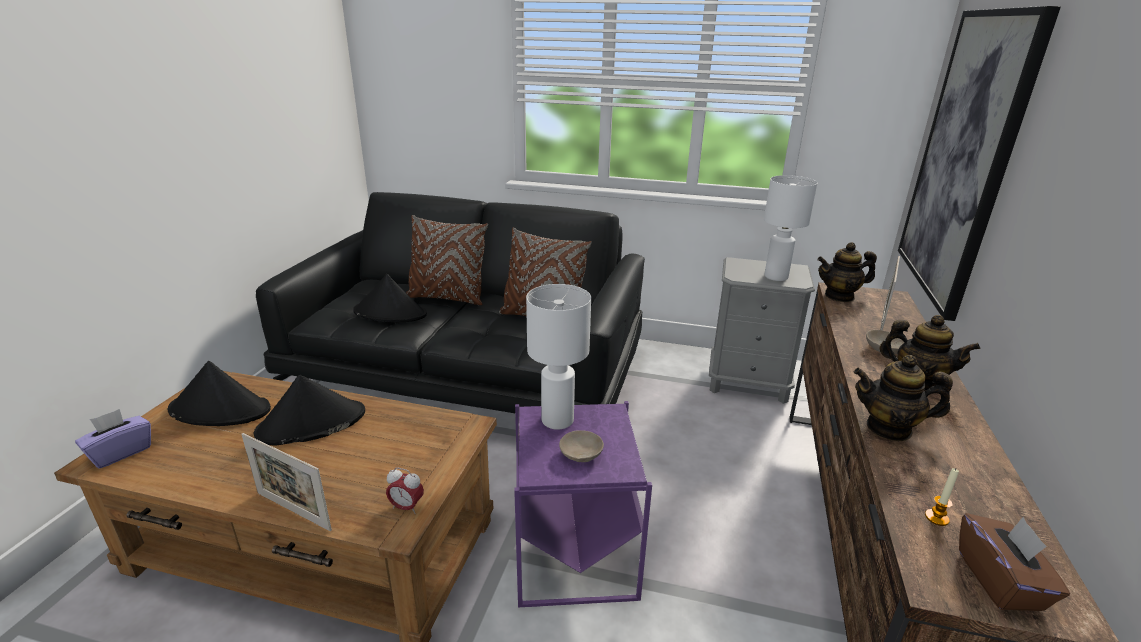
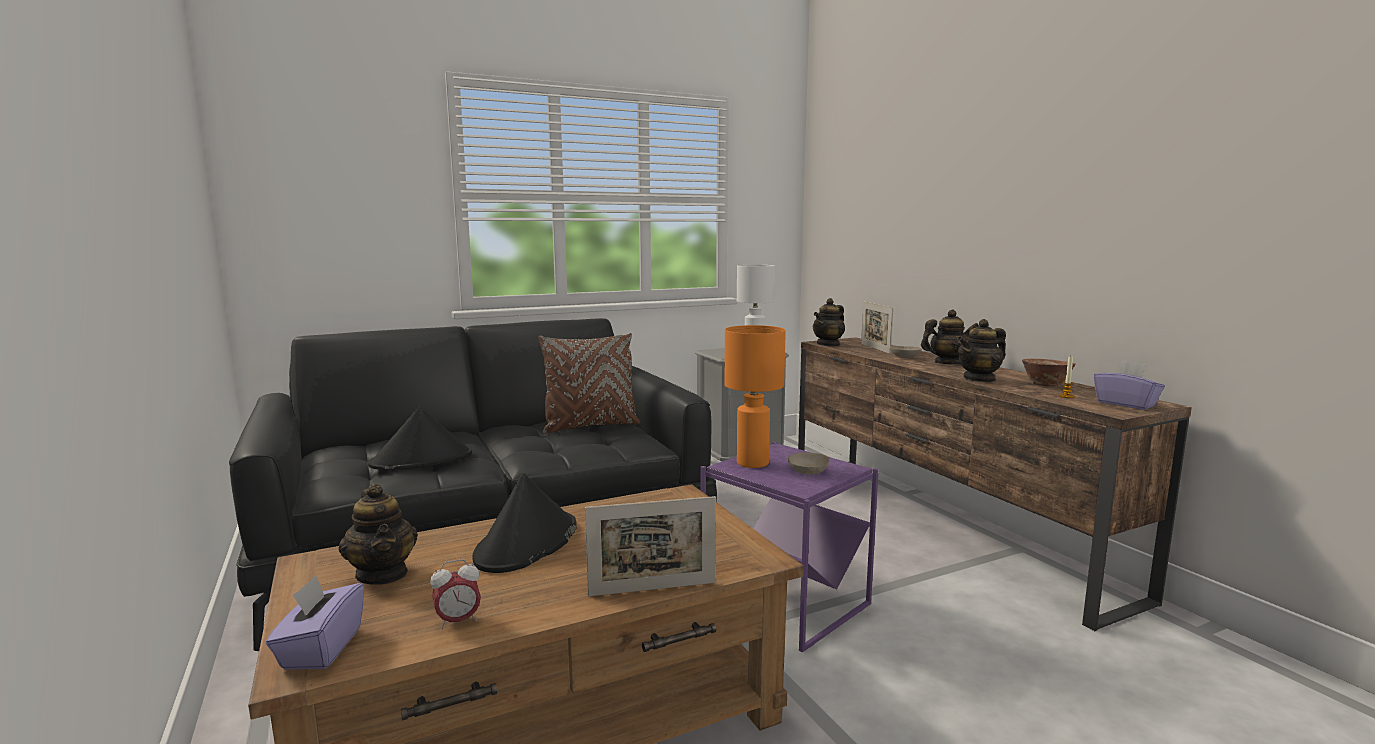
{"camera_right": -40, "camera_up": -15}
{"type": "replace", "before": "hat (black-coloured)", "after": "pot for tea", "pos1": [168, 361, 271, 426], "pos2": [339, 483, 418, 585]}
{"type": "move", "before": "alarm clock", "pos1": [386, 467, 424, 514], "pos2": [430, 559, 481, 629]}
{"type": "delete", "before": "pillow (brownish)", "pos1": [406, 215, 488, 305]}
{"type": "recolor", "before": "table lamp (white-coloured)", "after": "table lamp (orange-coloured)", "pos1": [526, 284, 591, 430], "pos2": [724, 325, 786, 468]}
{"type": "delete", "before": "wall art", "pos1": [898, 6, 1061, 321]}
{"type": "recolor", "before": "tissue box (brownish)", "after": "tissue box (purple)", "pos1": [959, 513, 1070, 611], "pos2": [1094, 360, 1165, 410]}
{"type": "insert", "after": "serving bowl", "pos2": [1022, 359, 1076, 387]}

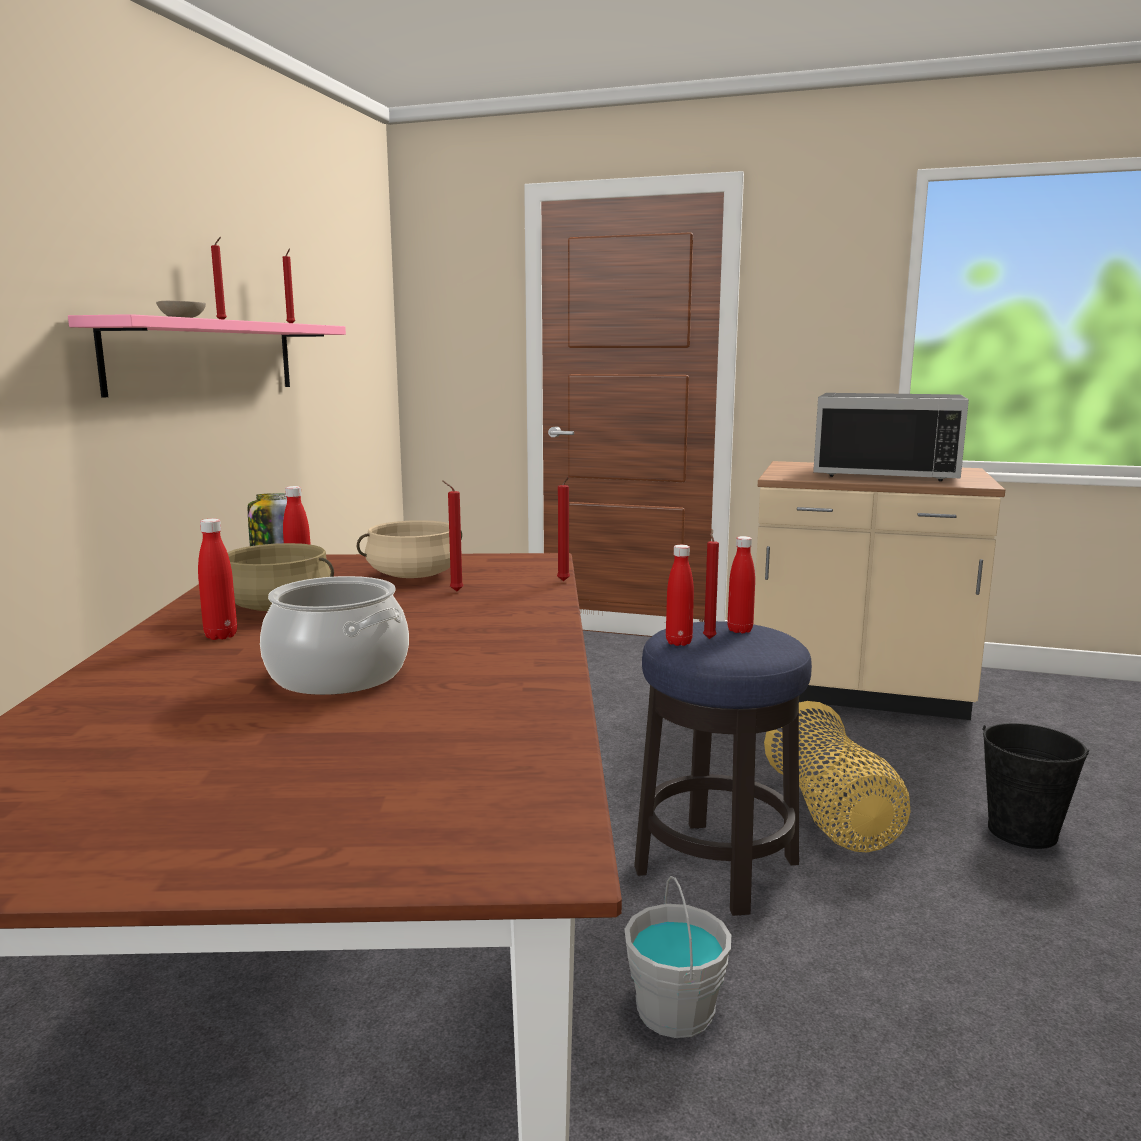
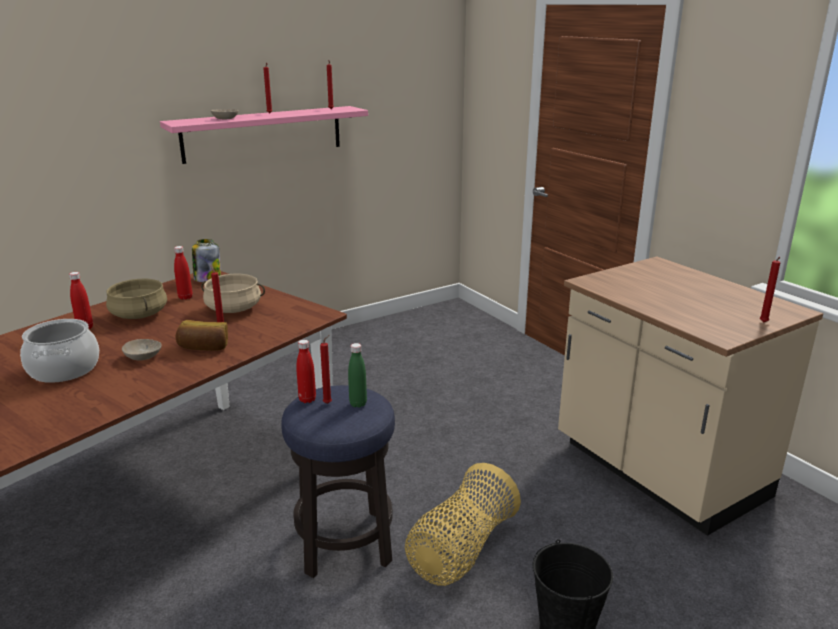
{"camera_right": 40, "camera_up": 10}
{"type": "move", "before": "wax candle (red)", "pos1": [557, 476, 570, 581], "pos2": [759, 257, 781, 323]}
{"type": "delete", "before": "water bucket (gray)", "pos1": [625, 876, 731, 1038]}
{"type": "recolor", "before": "drink bottle (red)", "after": "drink bottle (green)", "pos1": [727, 536, 755, 633], "pos2": [348, 343, 367, 408]}
{"type": "delete", "before": "microwave oven (black-coloured)", "pos1": [813, 393, 969, 481]}
{"type": "insert", "after": "serving bowl (beige-coloured)", "pos2": [122, 339, 162, 361]}
{"type": "insert", "after": "baked bread", "pos2": [176, 320, 228, 351]}

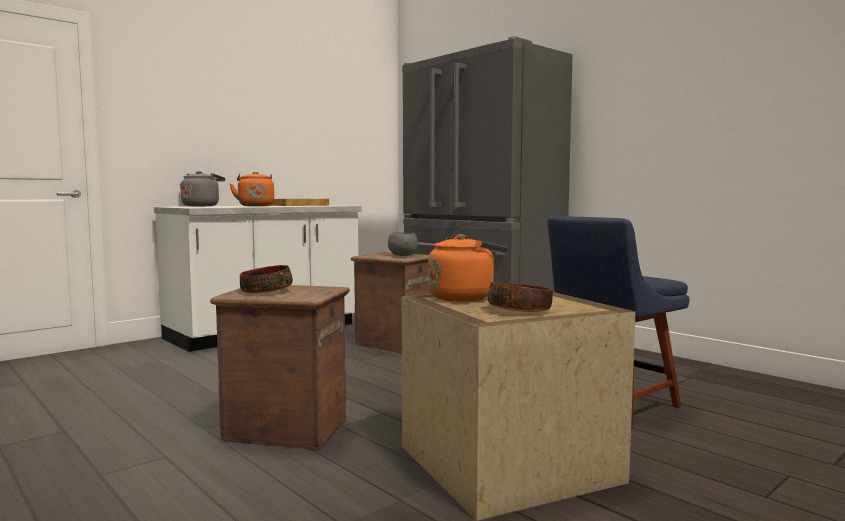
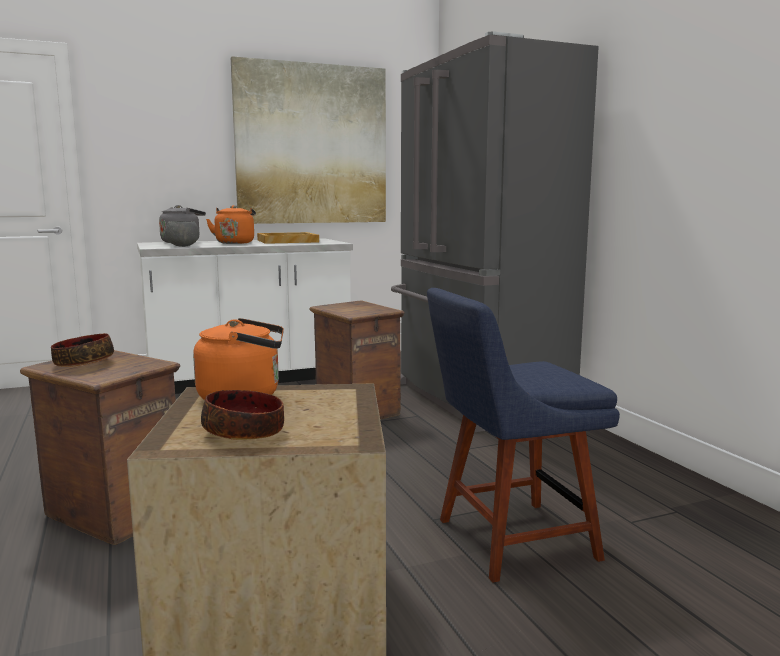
{"camera_right": 20, "camera_up": 5}
{"type": "move", "before": "serving bowl (gray)", "pos1": [388, 233, 418, 256], "pos2": [165, 221, 199, 247]}
{"type": "insert", "after": "wall art", "pos2": [231, 56, 386, 224]}

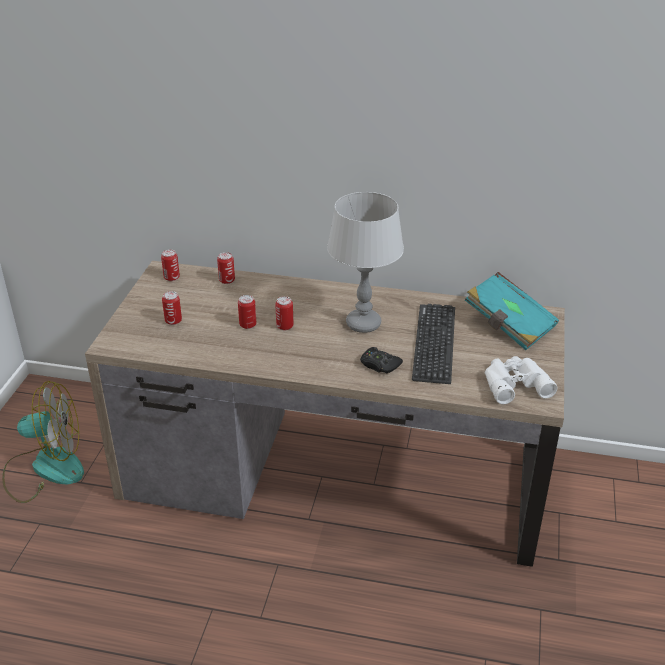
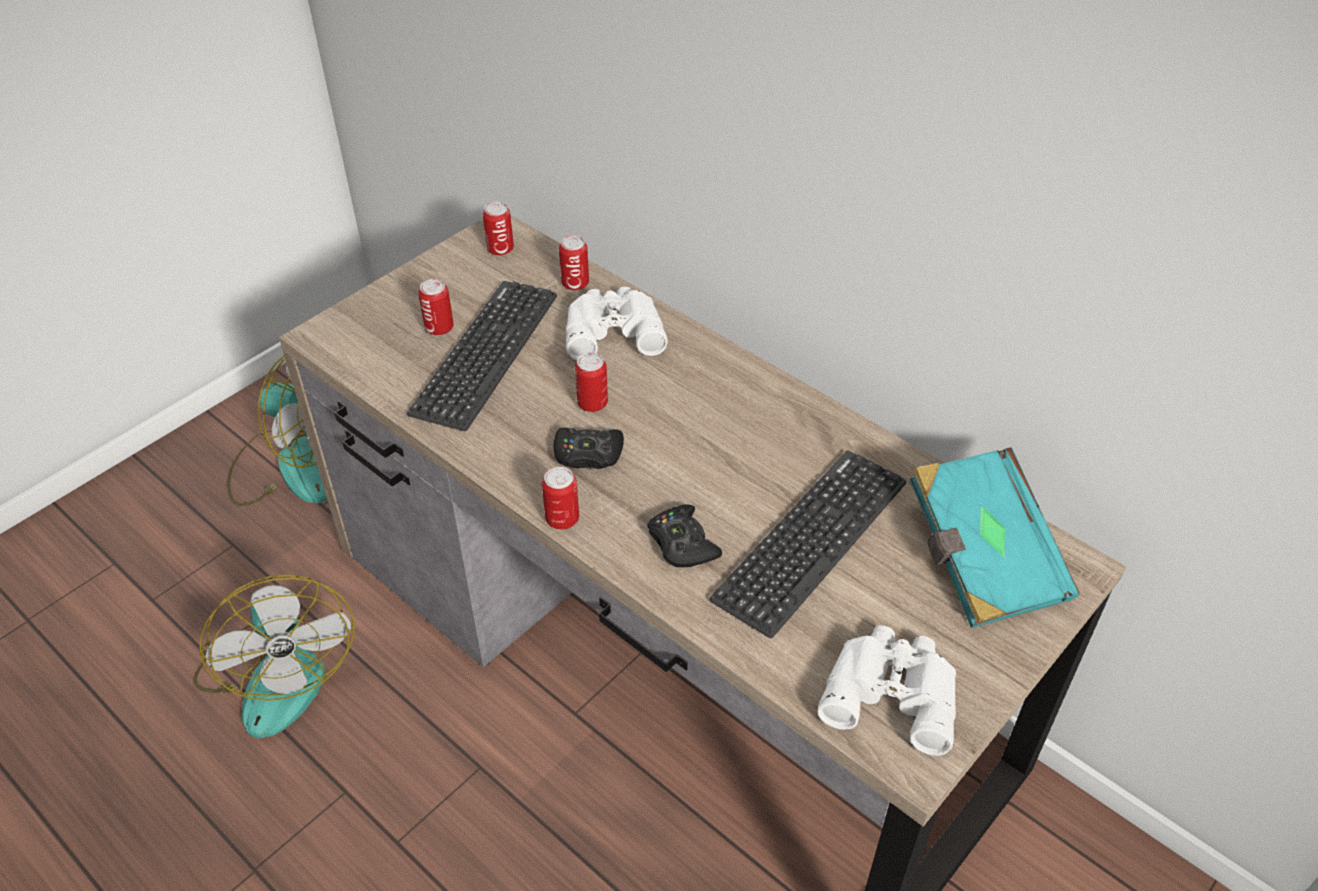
{"camera_right": 30, "camera_up": 10}
{"type": "move", "before": "sealed can", "pos1": [238, 295, 256, 329], "pos2": [542, 467, 579, 530]}
{"type": "delete", "before": "table lamp (gray)", "pos1": [327, 192, 404, 333]}
{"type": "insert", "after": "cooling fan", "pos2": [193, 575, 355, 738]}
{"type": "insert", "after": "keyboard", "pos2": [407, 281, 557, 431]}
{"type": "insert", "after": "game controller (black-coloured)", "pos2": [554, 427, 624, 469]}
{"type": "insert", "after": "pair of binoculars (white-coloured)", "pos2": [566, 287, 668, 361]}

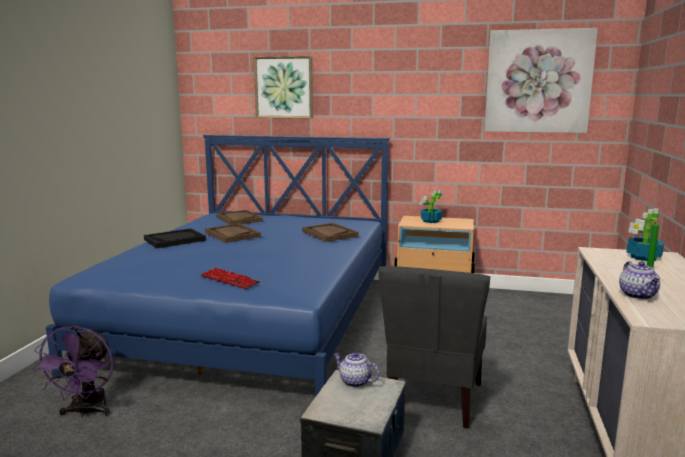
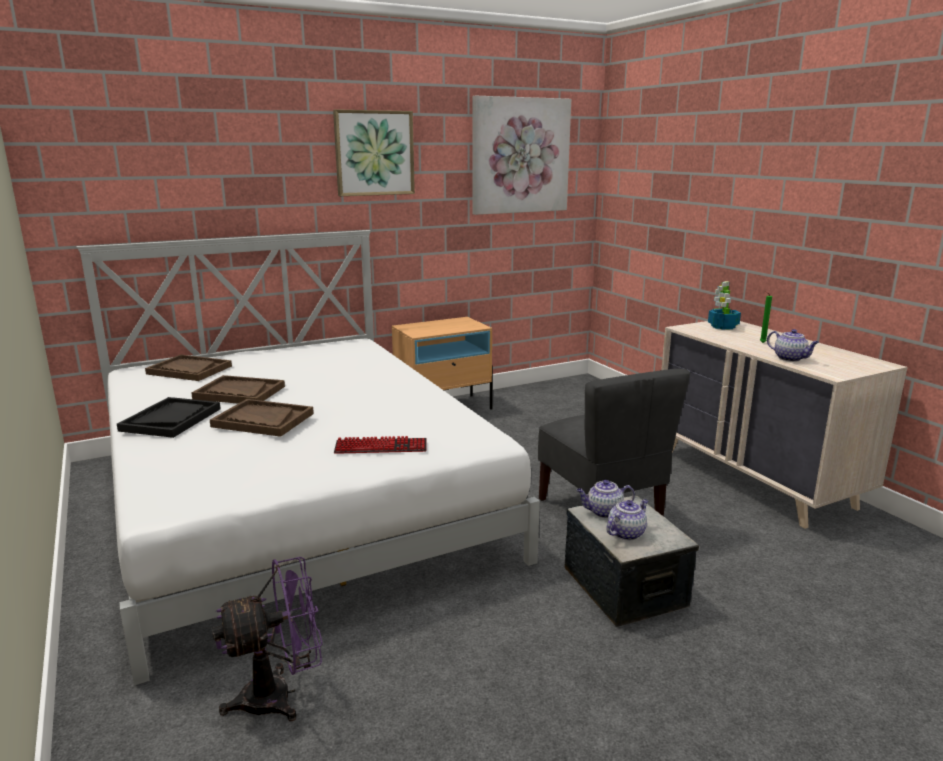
{"camera_right": -40, "camera_up": 5}
{"type": "rotate", "before": "cooling fan (purple)", "pos1": [32, 325, 114, 417], "pos2": [212, 557, 323, 721], "turn": -75}
{"type": "recolor", "before": "bed (blue-coloured)", "after": "bed (white-coloured)", "pos1": [46, 135, 390, 397], "pos2": [77, 230, 540, 685]}
{"type": "move", "before": "wall art", "pos1": [254, 56, 313, 119], "pos2": [333, 109, 415, 196]}
{"type": "move", "before": "serving tray (brownish)", "pos1": [302, 223, 359, 242], "pos2": [210, 399, 314, 437]}
{"type": "delete", "before": "potted plant", "pos1": [420, 190, 443, 223]}
{"type": "insert", "after": "pot for tea", "pos2": [606, 499, 648, 540]}

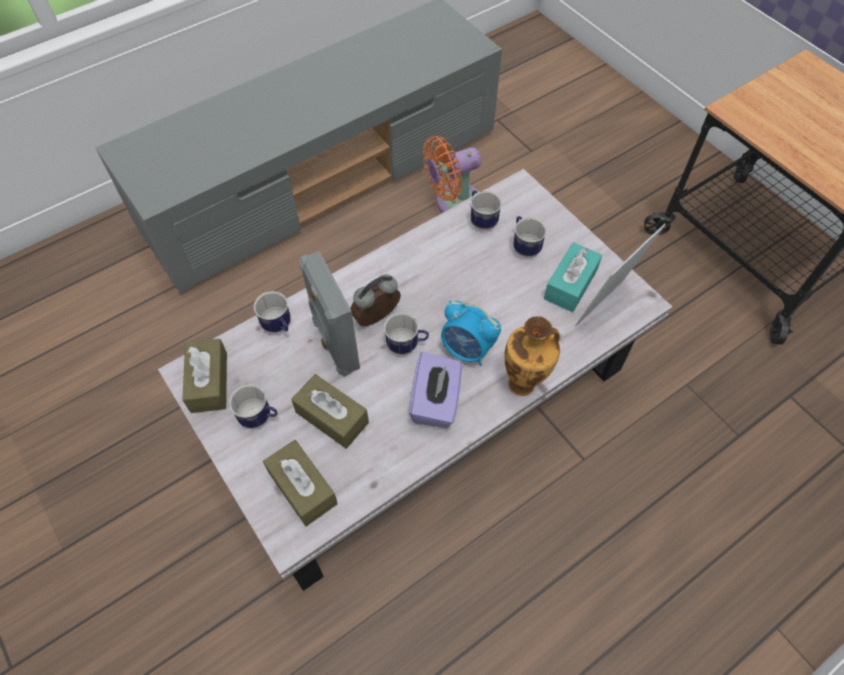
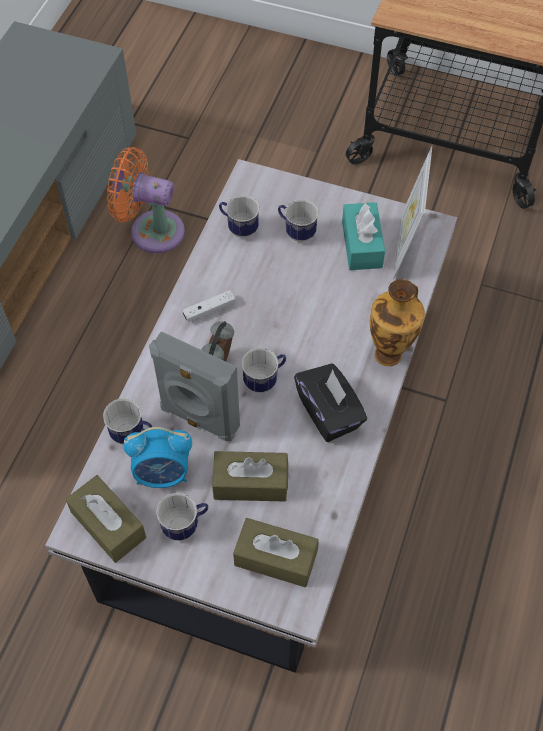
{"camera_right": -35, "camera_up": 0}
{"type": "recolor", "before": "tissue box (purple)", "after": "tissue box (black-coloured)", "pos1": [409, 352, 462, 428], "pos2": [294, 364, 367, 442]}
{"type": "rotate", "before": "cooling fan (orange-coloured)", "pos1": [423, 136, 481, 213], "pos2": [107, 147, 185, 253], "turn": 75}
{"type": "move", "before": "alarm clock", "pos1": [441, 301, 501, 366], "pos2": [123, 427, 192, 488]}
{"type": "insert", "after": "game controller (white-coloured)", "pos2": [182, 290, 236, 322]}

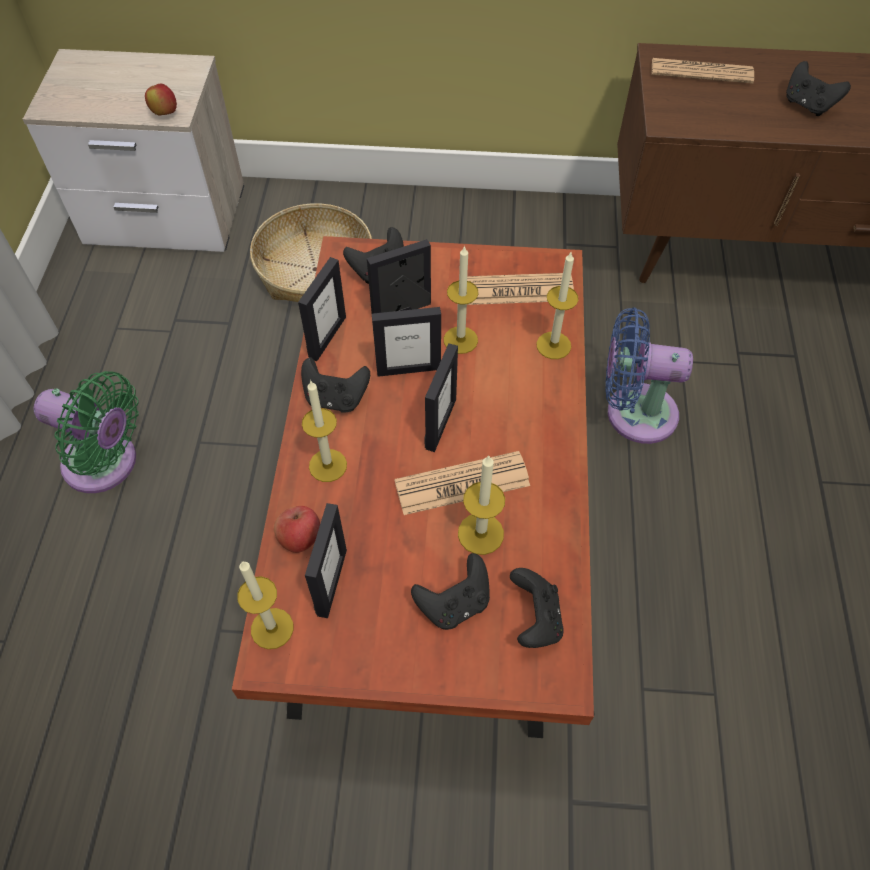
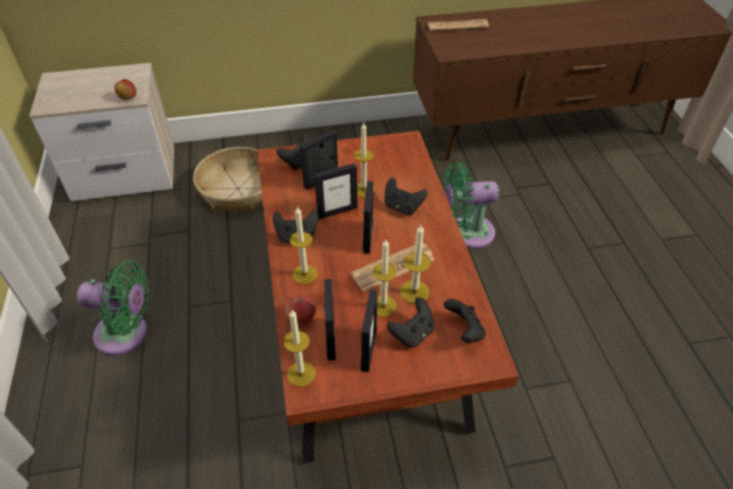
{"camera_right": -15, "camera_up": -10}
{"type": "move", "before": "picture frame", "pos1": [298, 257, 346, 361], "pos2": [361, 289, 377, 372]}
{"type": "delete", "before": "newspaper", "pos1": [467, 273, 574, 305]}
{"type": "move", "before": "wax candle", "pos1": [536, 252, 579, 359], "pos2": [373, 240, 397, 317]}
{"type": "recolor", "before": "cooling fan (blue-coloured)", "after": "cooling fan (green)", "pos1": [606, 307, 693, 444], "pos2": [444, 162, 499, 249]}
{"type": "move", "before": "game controller (black-coloured)", "pos1": [786, 61, 851, 116], "pos2": [385, 178, 427, 215]}

